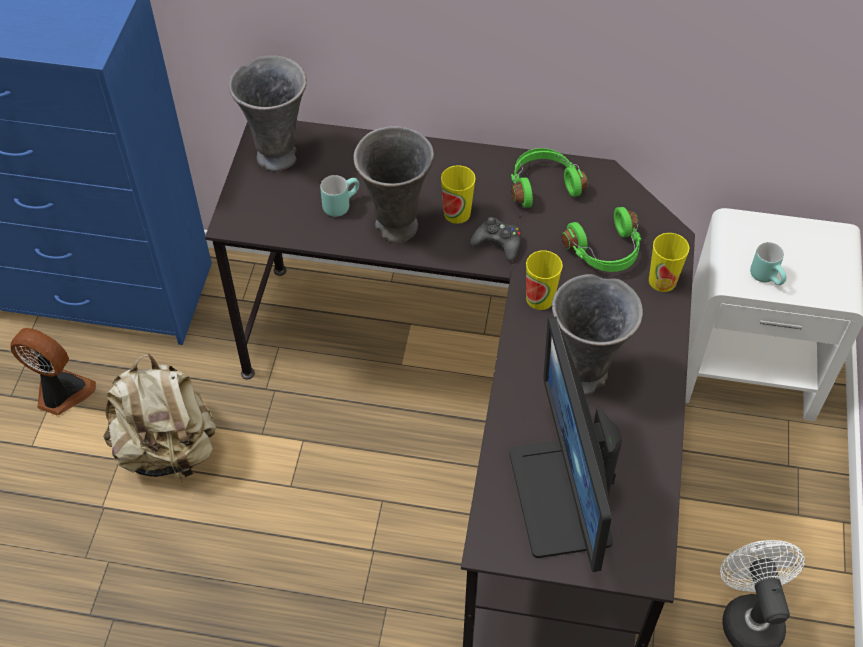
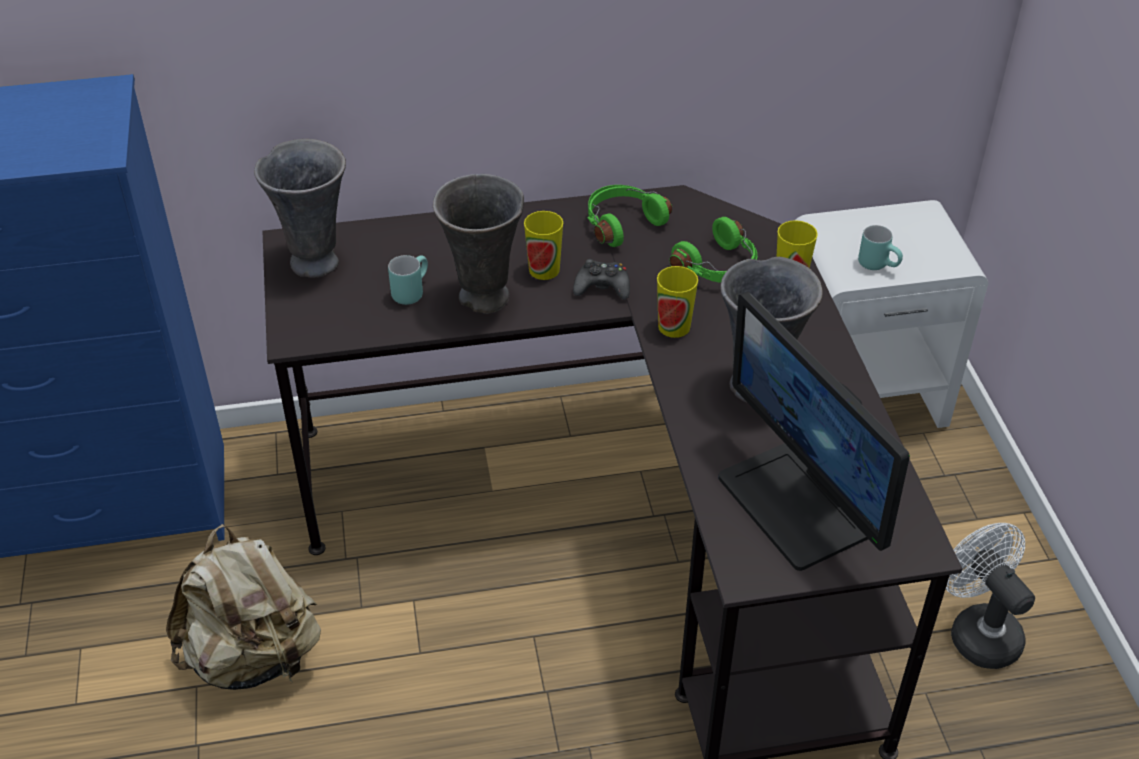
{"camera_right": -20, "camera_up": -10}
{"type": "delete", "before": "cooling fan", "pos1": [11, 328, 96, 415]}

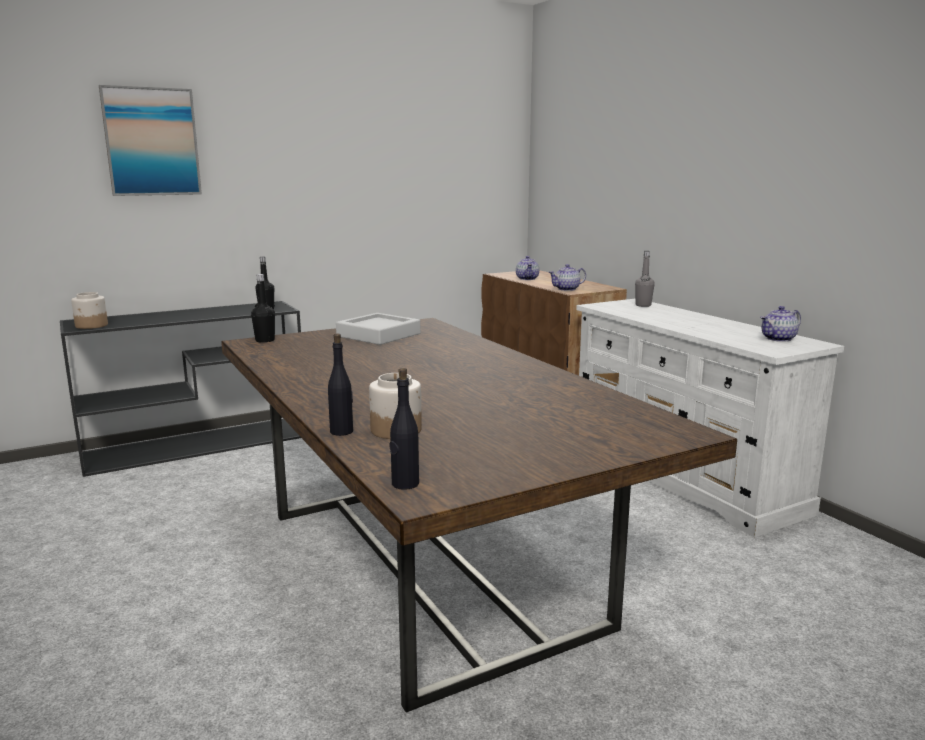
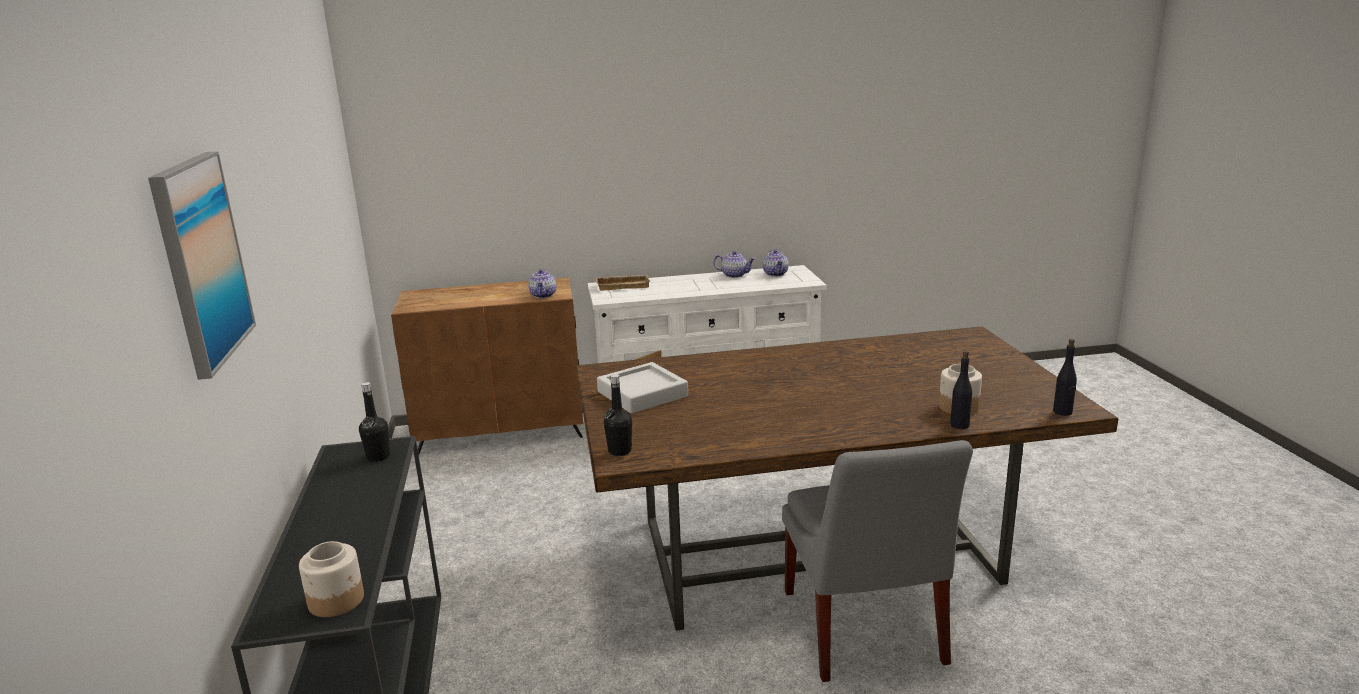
{"camera_right": -70, "camera_up": 5}
{"type": "move", "before": "pot for tea", "pos1": [516, 256, 539, 280], "pos2": [713, 251, 756, 278]}
{"type": "replace", "before": "drink bottle (gray)", "after": "serving tray (beige-coloured)", "pos1": [635, 251, 655, 307], "pos2": [595, 275, 650, 291]}
{"type": "insert", "after": "plain chair (gray)", "pos2": [782, 440, 973, 682]}

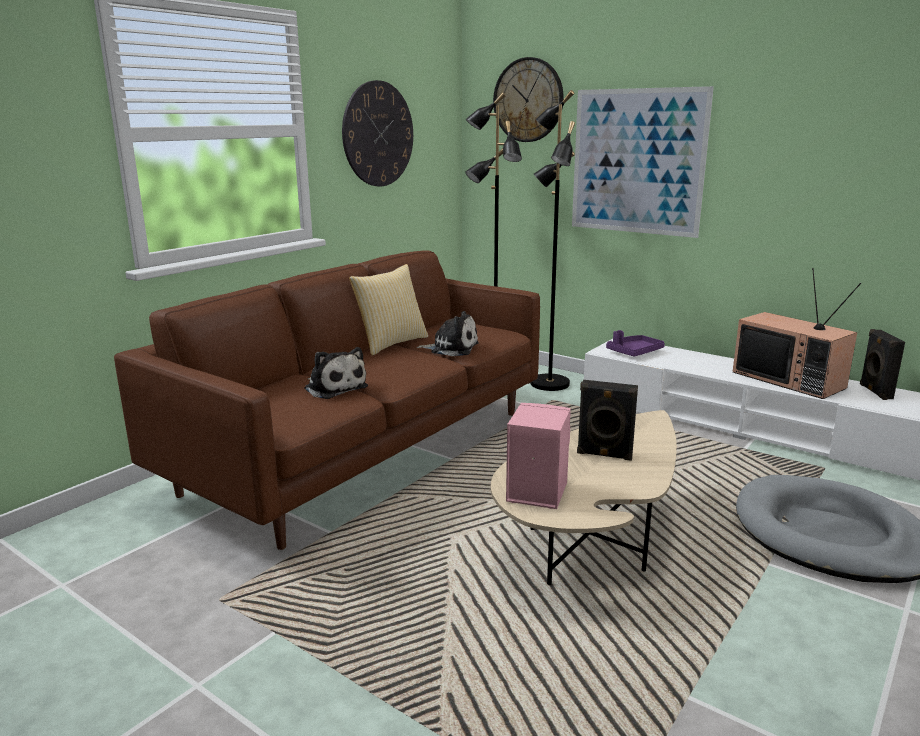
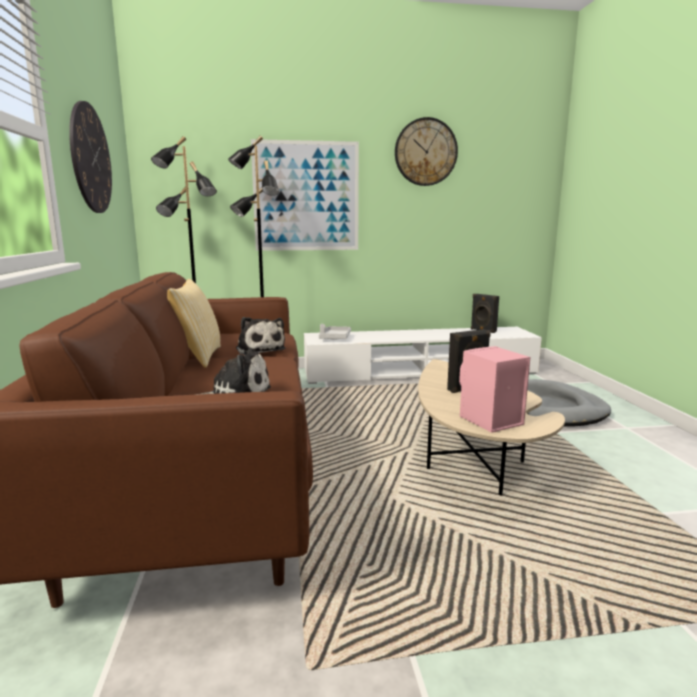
{"camera_right": -45, "camera_up": -5}
{"type": "rotate", "before": "cuddly toy", "pos1": [417, 311, 479, 356], "pos2": [236, 317, 285, 355], "turn": 90}
{"type": "move", "before": "clock on the wall", "pos1": [493, 57, 564, 142], "pos2": [395, 117, 458, 186]}
{"type": "recolor", "before": "serving tray (purple)", "after": "serving tray (gray)", "pos1": [606, 330, 665, 357], "pos2": [319, 324, 351, 340]}
{"type": "delete", "before": "TV set", "pos1": [733, 268, 861, 399]}

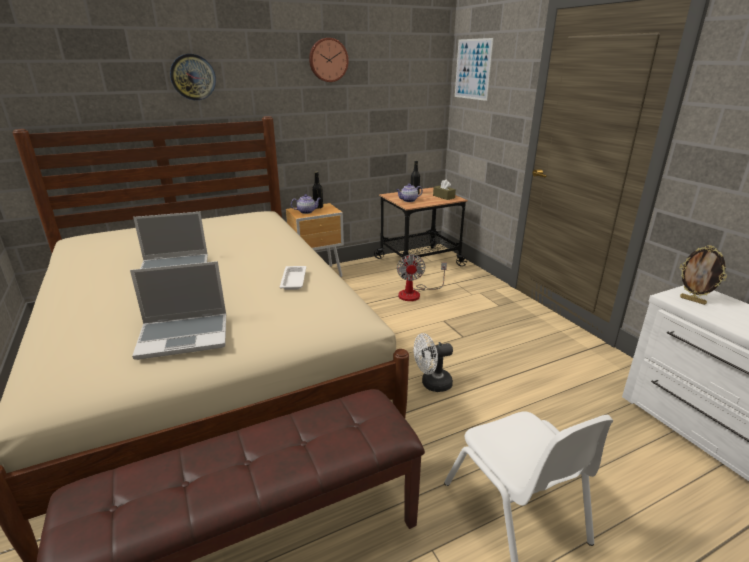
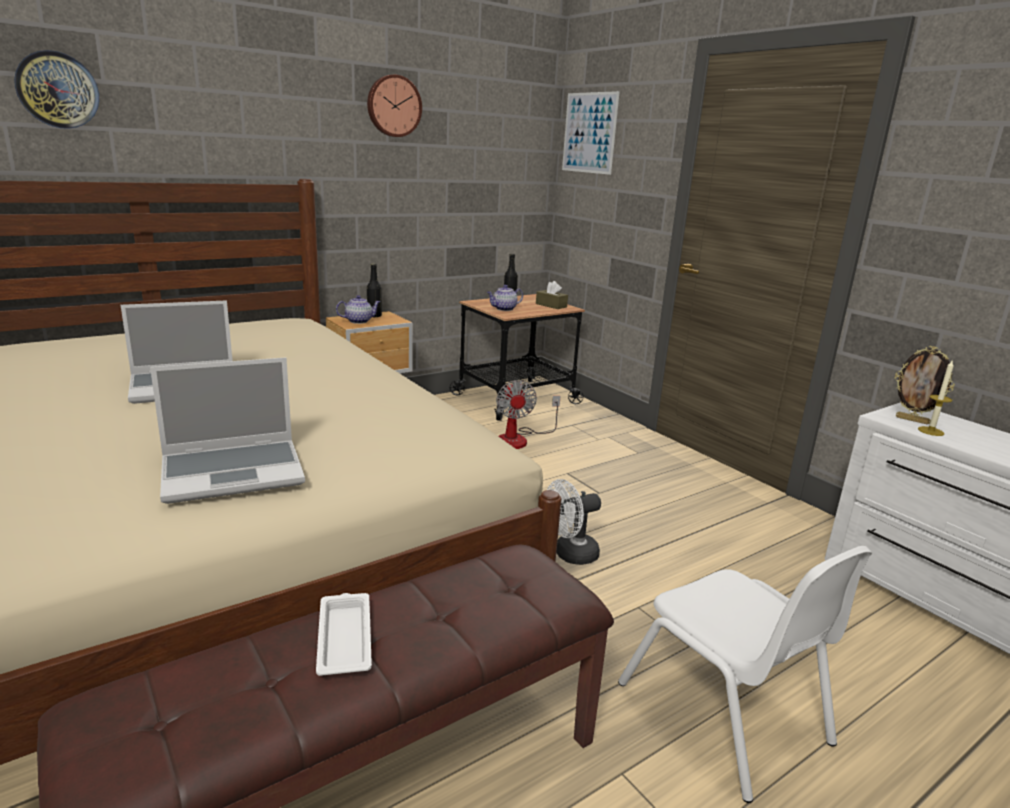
{"camera_right": -10, "camera_up": -5}
{"type": "move", "before": "clock on the wall", "pos1": [170, 54, 216, 100], "pos2": [14, 50, 99, 129]}
{"type": "move", "before": "serving tray (white-coloured)", "pos1": [280, 266, 306, 290], "pos2": [316, 593, 372, 676]}
{"type": "insert", "after": "wax candle", "pos2": [918, 359, 954, 436]}

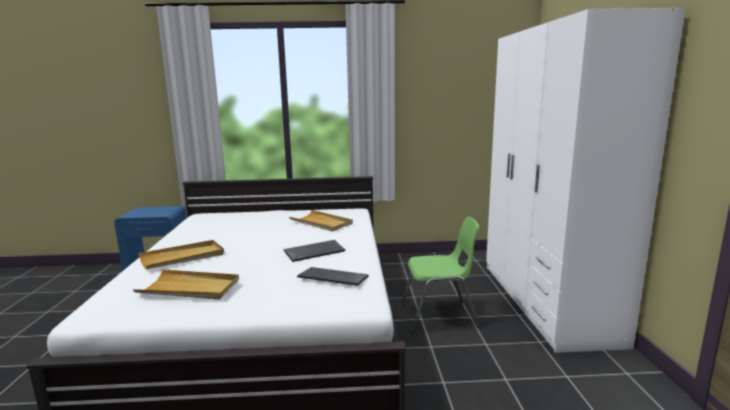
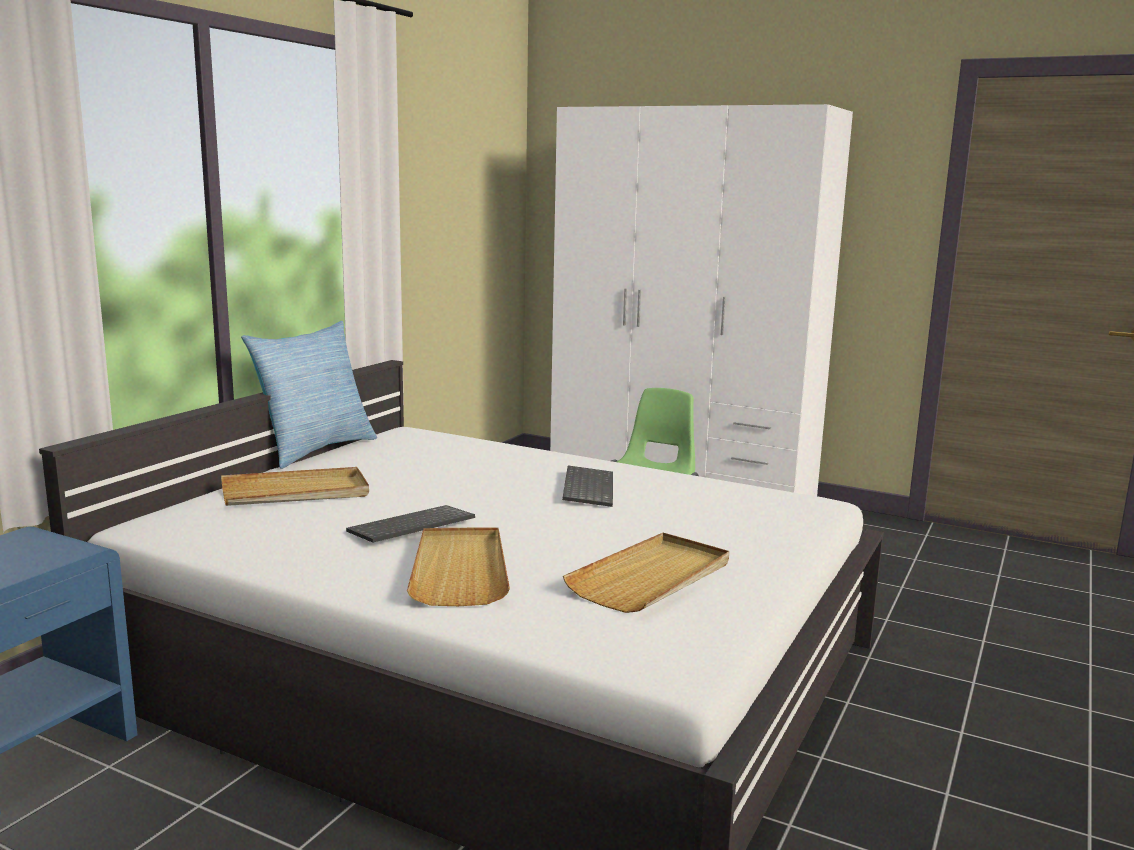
{"camera_right": -60, "camera_up": 0}
{"type": "move", "before": "serving tray (beige-coloured)", "pos1": [289, 210, 353, 231], "pos2": [221, 467, 369, 506]}
{"type": "move", "before": "keyboard", "pos1": [297, 267, 369, 286], "pos2": [346, 505, 475, 543]}
{"type": "insert", "after": "pillow", "pos2": [241, 321, 377, 469]}

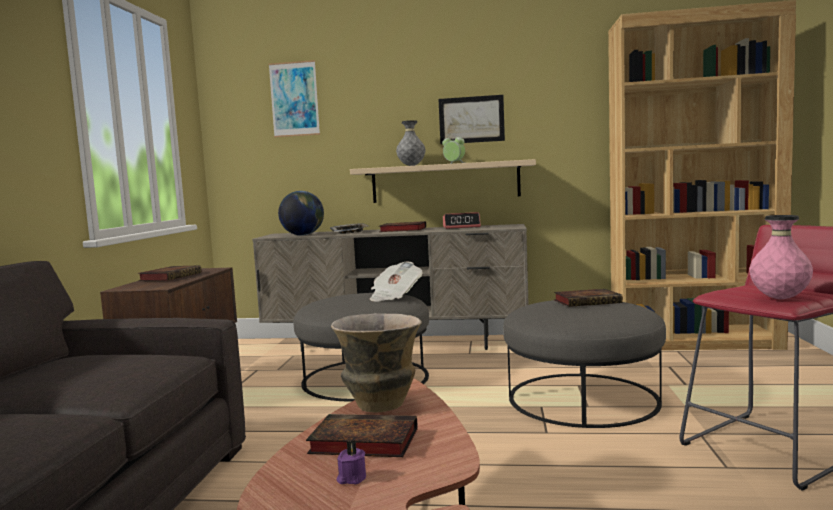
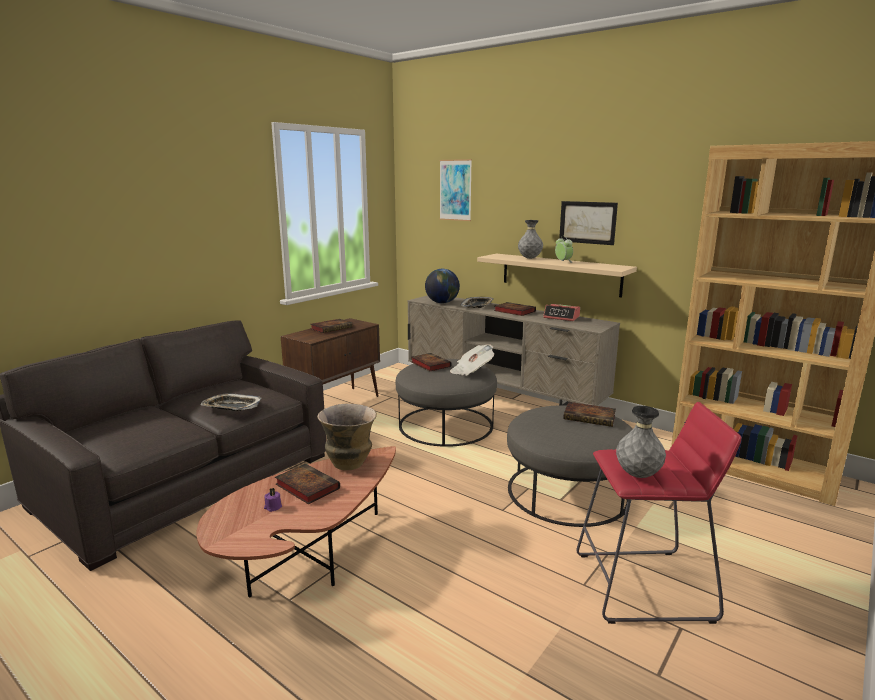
{"camera_right": 30, "camera_up": 10}
{"type": "recolor", "before": "vase (pink-coloured)", "after": "vase (gray)", "pos1": [749, 215, 813, 299], "pos2": [616, 406, 666, 478]}
{"type": "insert", "after": "serving tray", "pos2": [201, 393, 262, 411]}
{"type": "insert", "after": "book", "pos2": [411, 353, 451, 371]}

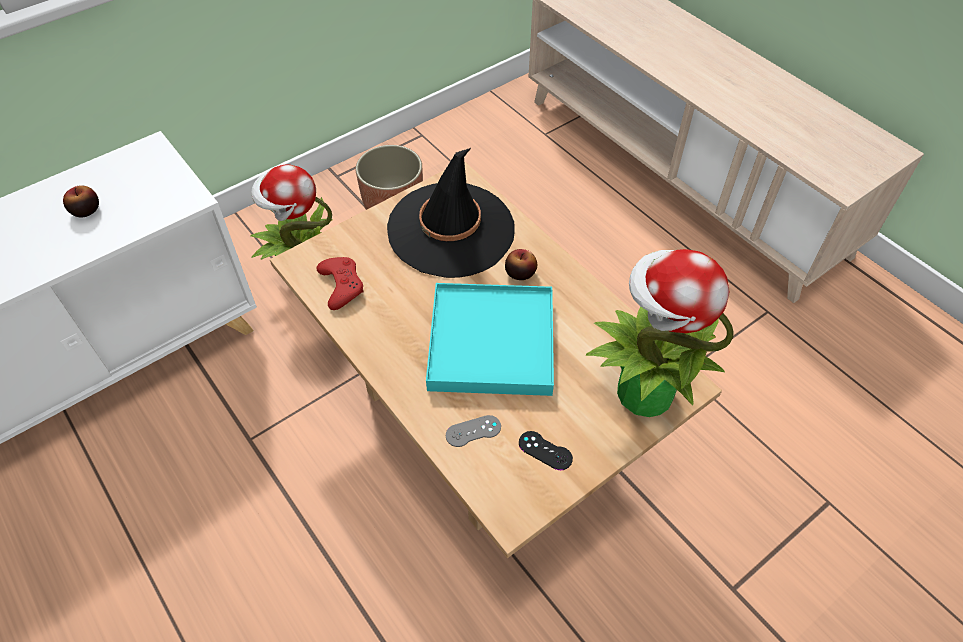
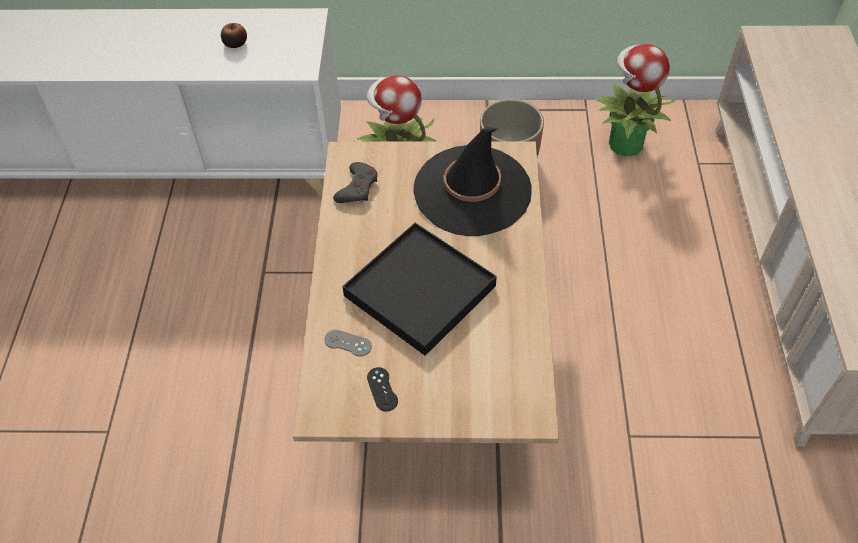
{"camera_right": 40, "camera_up": 0}
{"type": "recolor", "before": "game controller (red)", "after": "game controller (gray)", "pos1": [316, 257, 363, 310], "pos2": [333, 162, 378, 203]}
{"type": "recolor", "before": "serving tray (turquoise)", "after": "serving tray (black-coloured)", "pos1": [426, 283, 554, 396], "pos2": [342, 223, 497, 356]}
{"type": "delete", "before": "apple", "pos1": [505, 249, 537, 280]}
{"type": "move", "before": "potted plant", "pos1": [586, 249, 734, 417], "pos2": [597, 44, 677, 156]}

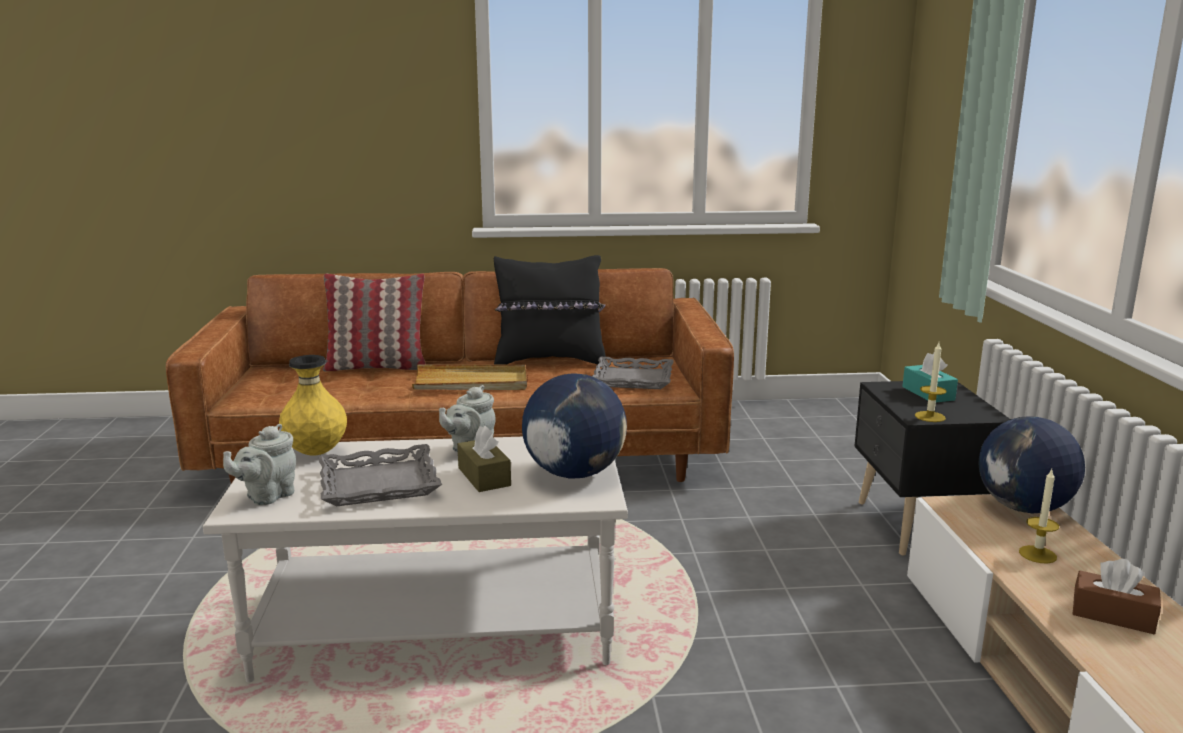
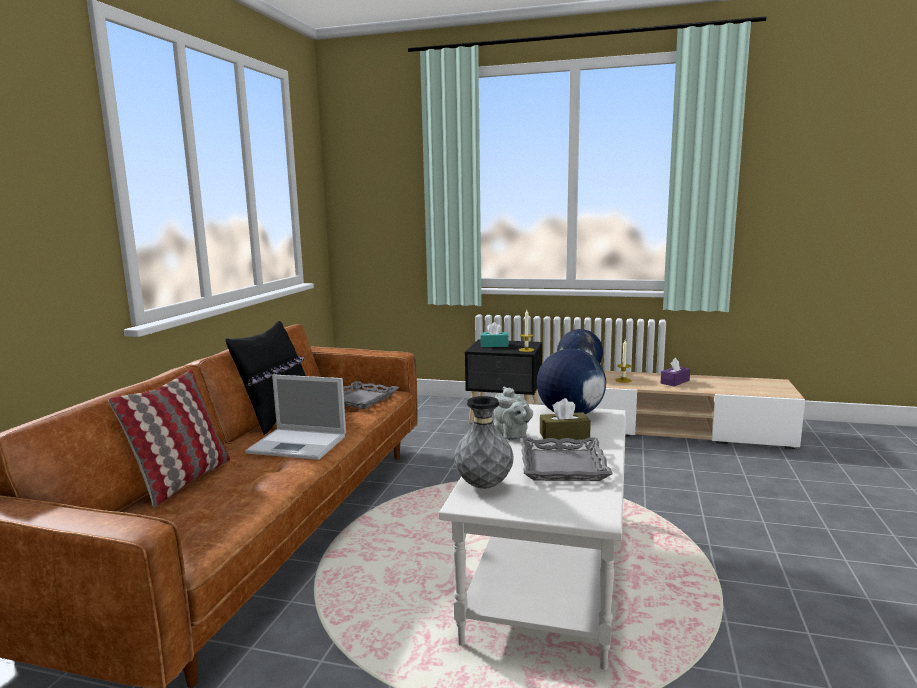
{"camera_right": -70, "camera_up": -5}
{"type": "delete", "before": "pot for tea (gray)", "pos1": [223, 424, 296, 505]}
{"type": "recolor", "before": "vase (yellow-coloured)", "after": "vase (gray)", "pos1": [279, 355, 347, 456], "pos2": [454, 396, 514, 489]}
{"type": "replace", "before": "serving tray (beige-coloured)", "after": "laptop", "pos1": [412, 364, 527, 390], "pos2": [245, 374, 346, 460]}
{"type": "recolor", "before": "tissue box (brownish)", "after": "tissue box (purple)", "pos1": [1073, 559, 1161, 634], "pos2": [661, 358, 690, 387]}

